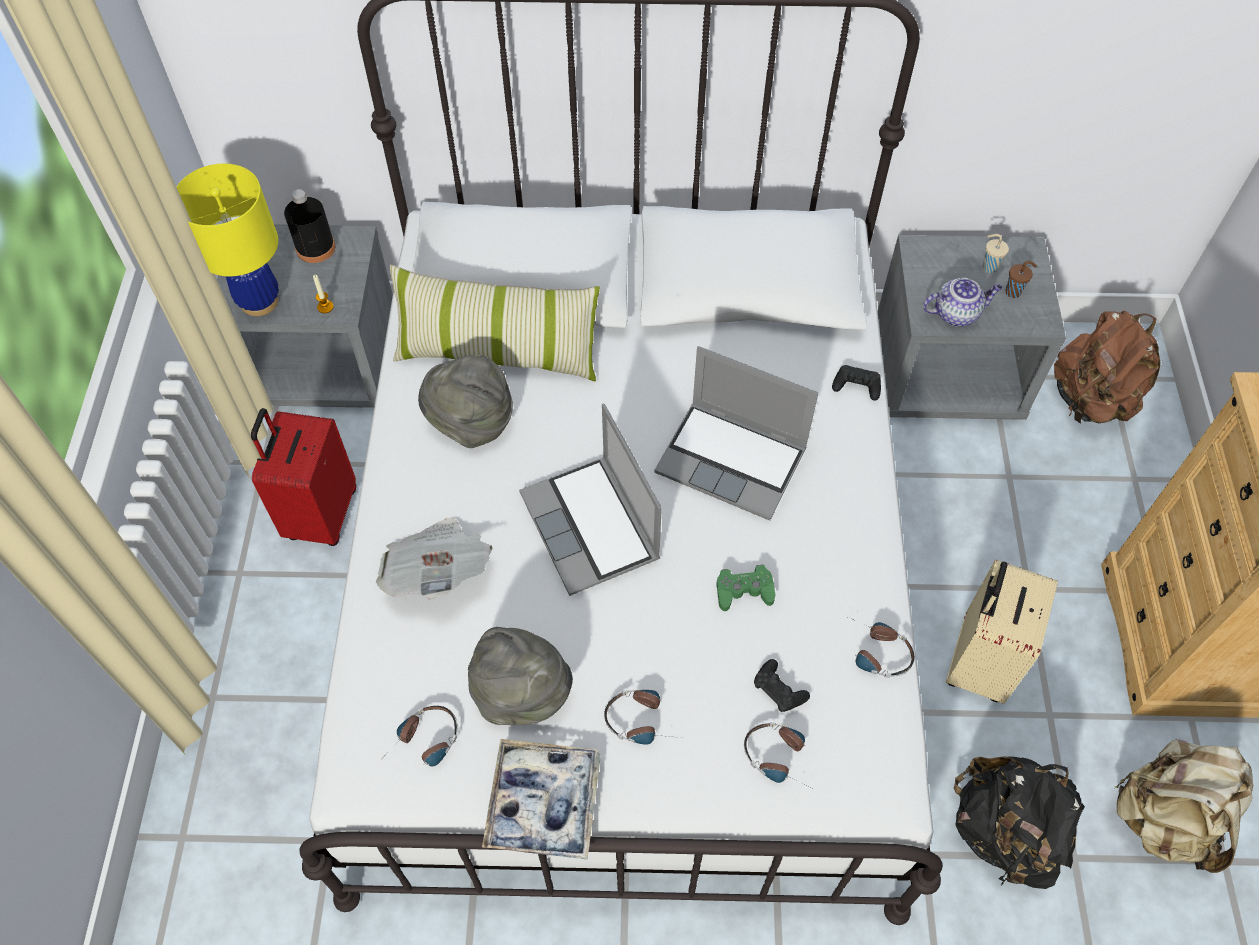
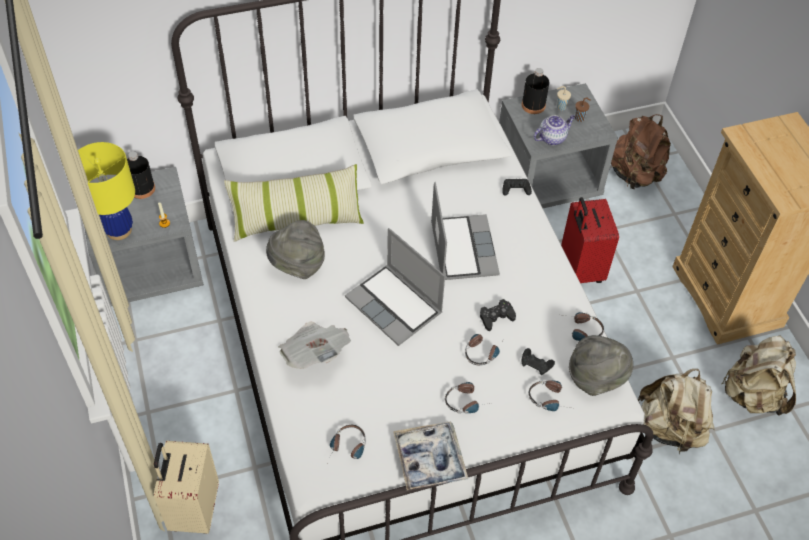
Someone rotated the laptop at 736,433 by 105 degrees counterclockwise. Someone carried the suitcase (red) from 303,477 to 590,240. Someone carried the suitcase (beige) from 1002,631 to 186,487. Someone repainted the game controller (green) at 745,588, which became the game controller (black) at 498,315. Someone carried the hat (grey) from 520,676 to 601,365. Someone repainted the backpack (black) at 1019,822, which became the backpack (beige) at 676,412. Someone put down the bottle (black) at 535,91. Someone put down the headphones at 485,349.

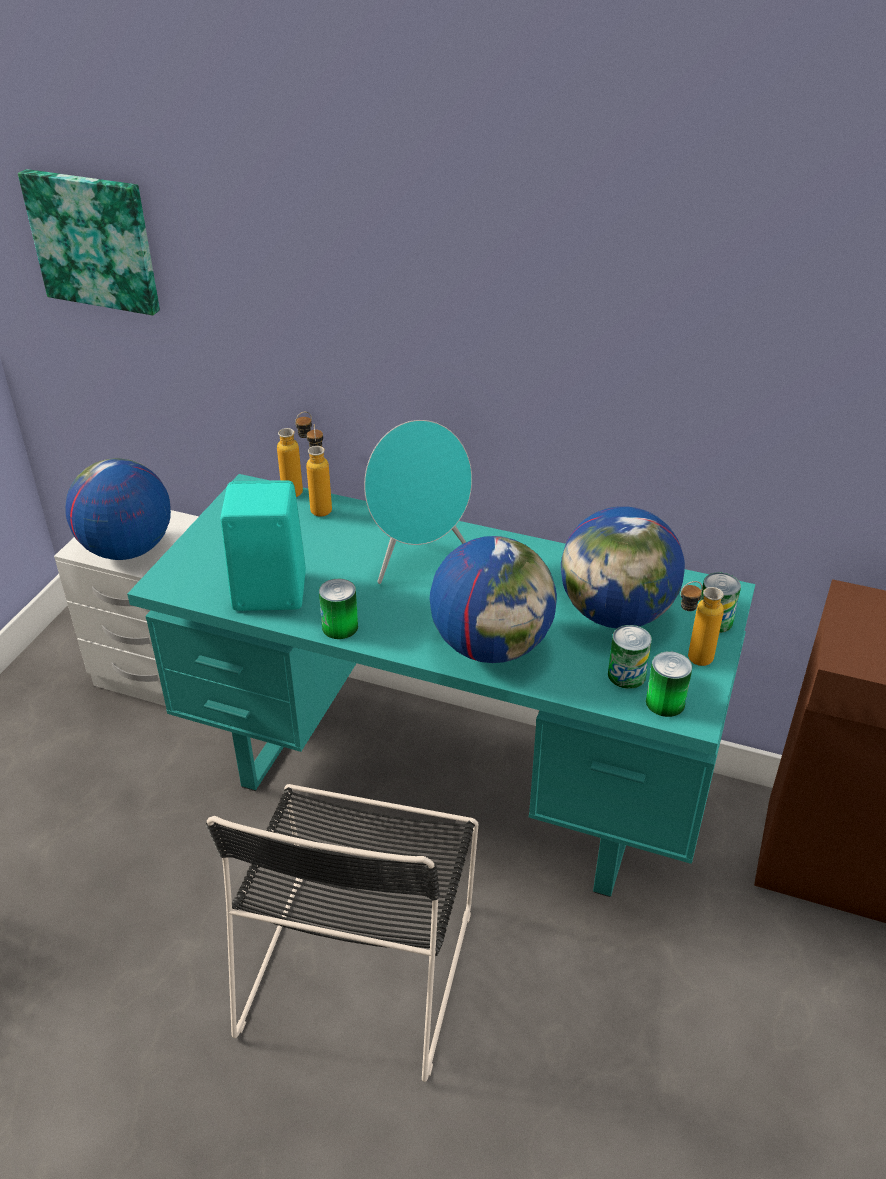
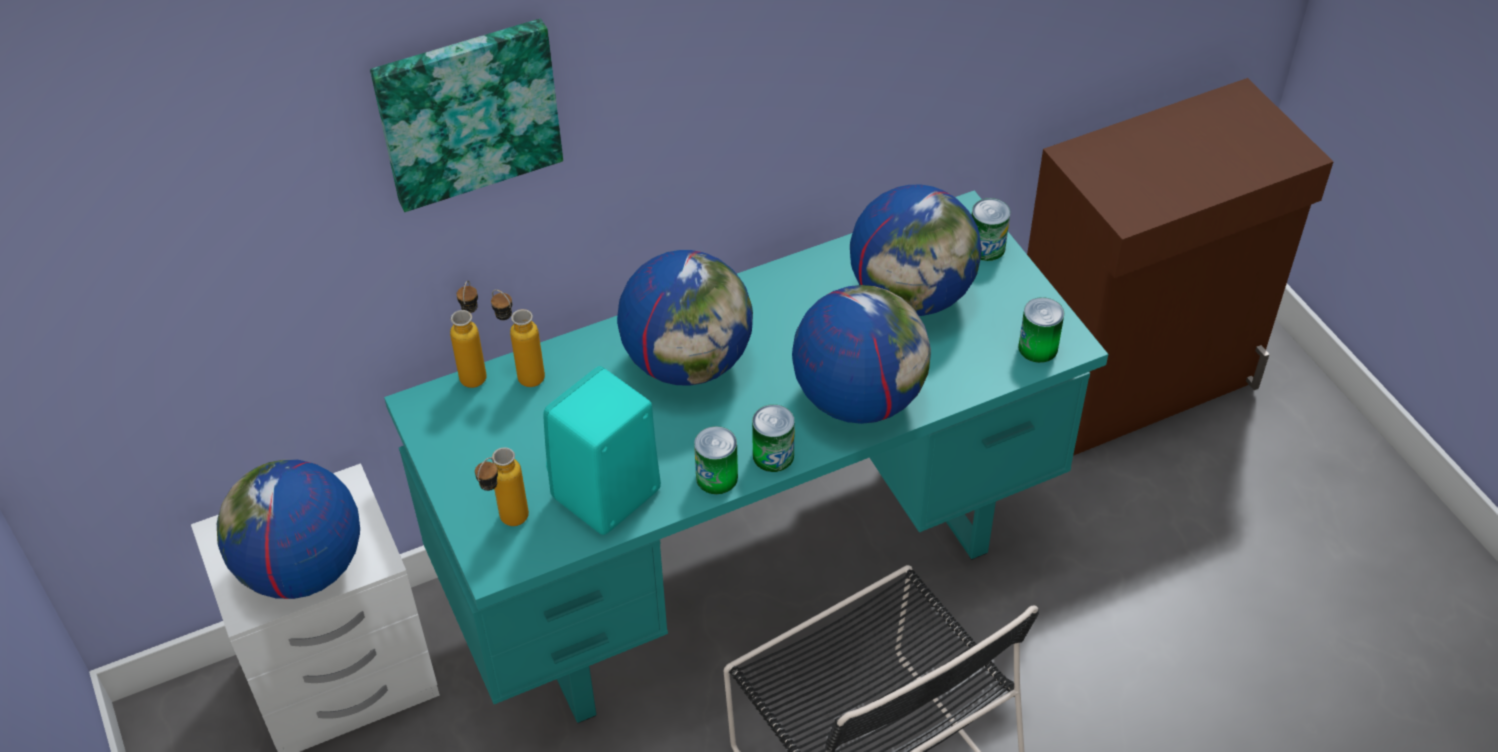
Someone carried the picture from 89,242 to 466,115. Someone swapped the speaker (turquoise) at 418,502 for the globe at 685,318. Someone carried the bottle from 702,623 to 502,486. Someone carried the can from 630,657 to 773,438.

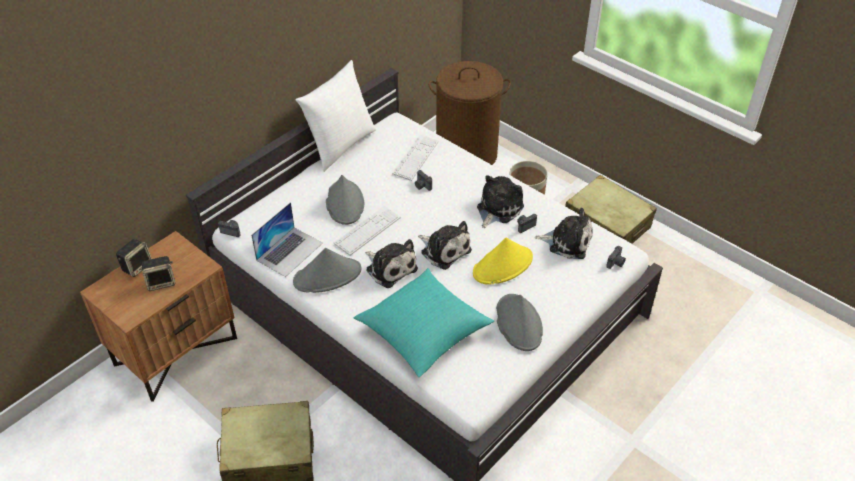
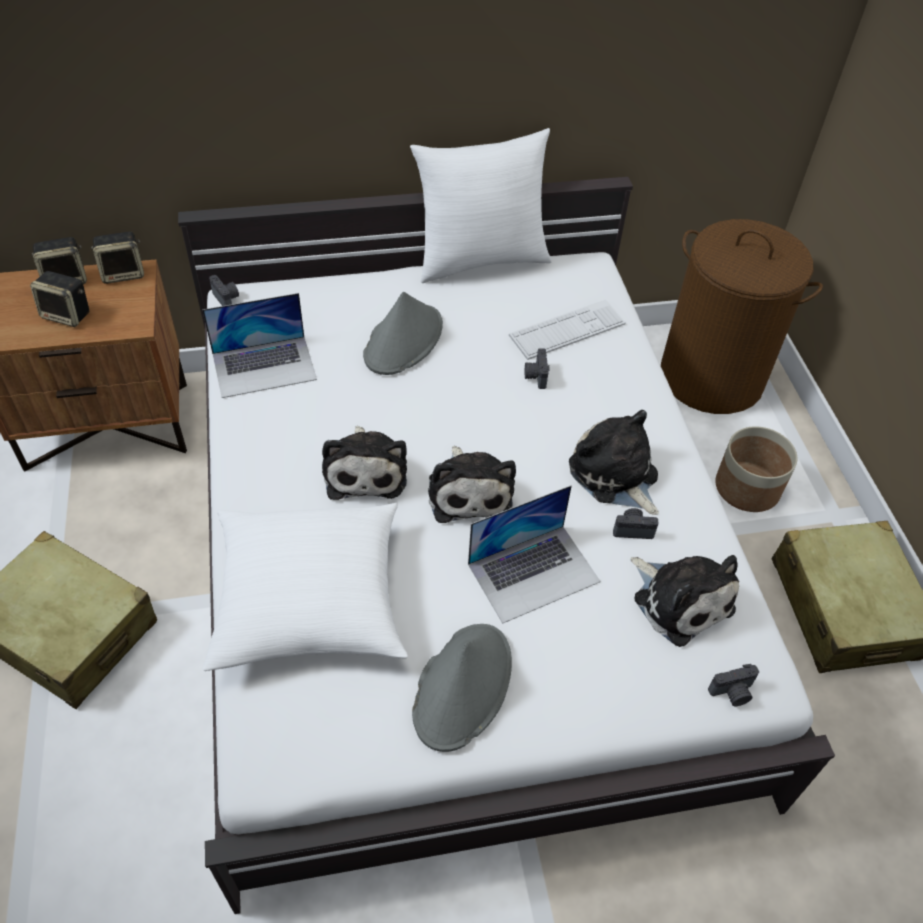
Someone rotated the plush toy at 500,201 by 105 degrees counterclockwise. Someone took away the keyboard at 367,231. Someone swapped the hat (yellow) at 503,261 for the laptop at 534,554. Someone took away the hat (grey) at 327,270. Someone repainted the pillow (turquoise) at 424,322, which became the pillow (white) at 305,587. Someone put down the speaker at 117,258.

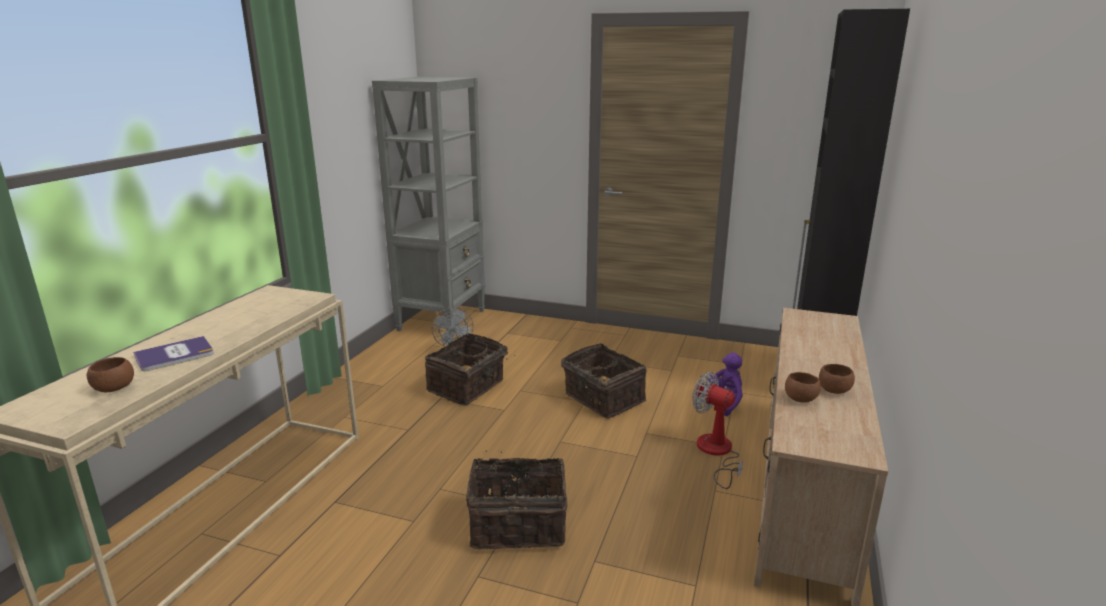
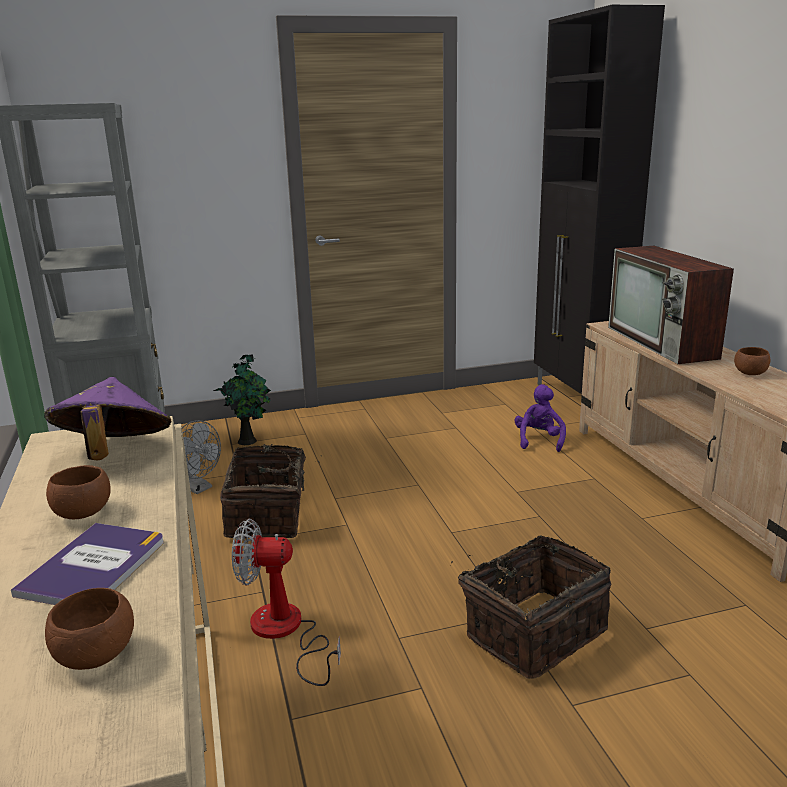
Someone took away the basket at 603,381. Someone carried the fan from 718,430 to 286,602. Someone carried the bowl (brown) from 803,387 to 78,492. Someone put down the television at 671,305. Someone put down the potted plant at 242,399. Someone put down the hat (purple) at 107,418.

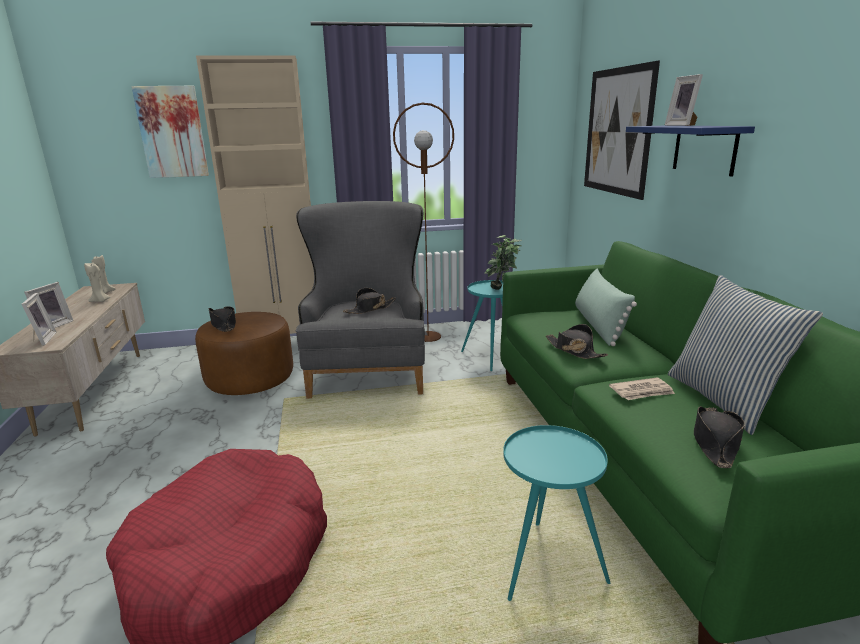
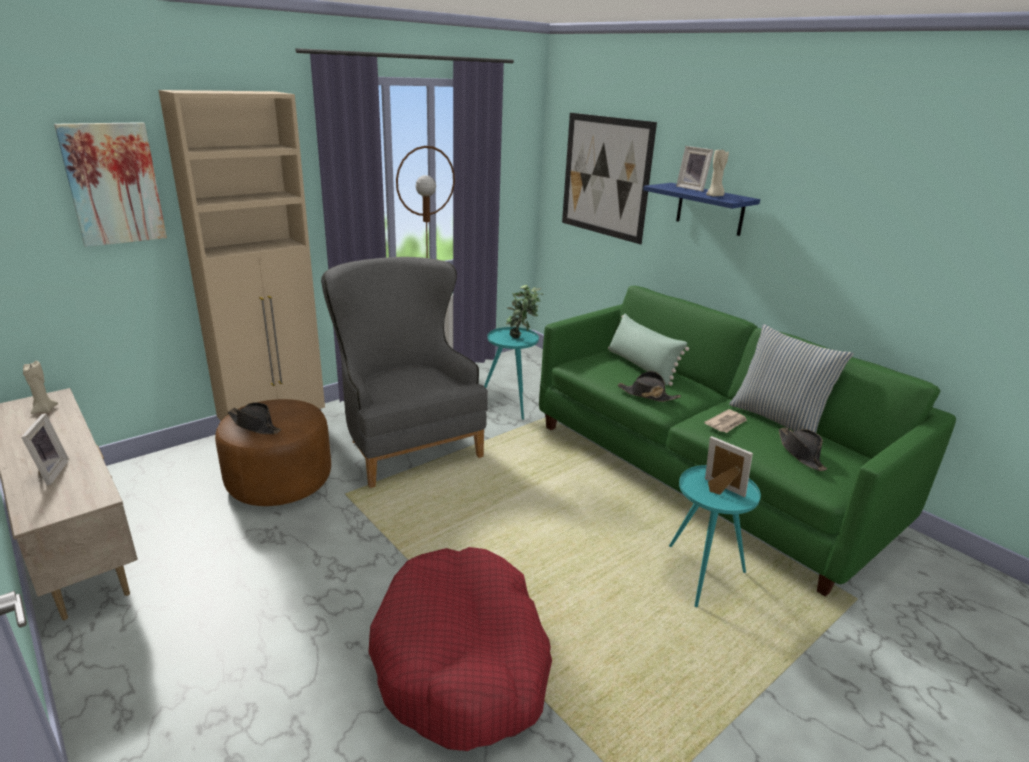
Someone carried the candle (beige) from 97,282 to 717,173. Someone took away the hat (black) at 369,301. Someone carried the picture frame from 39,319 to 729,466.

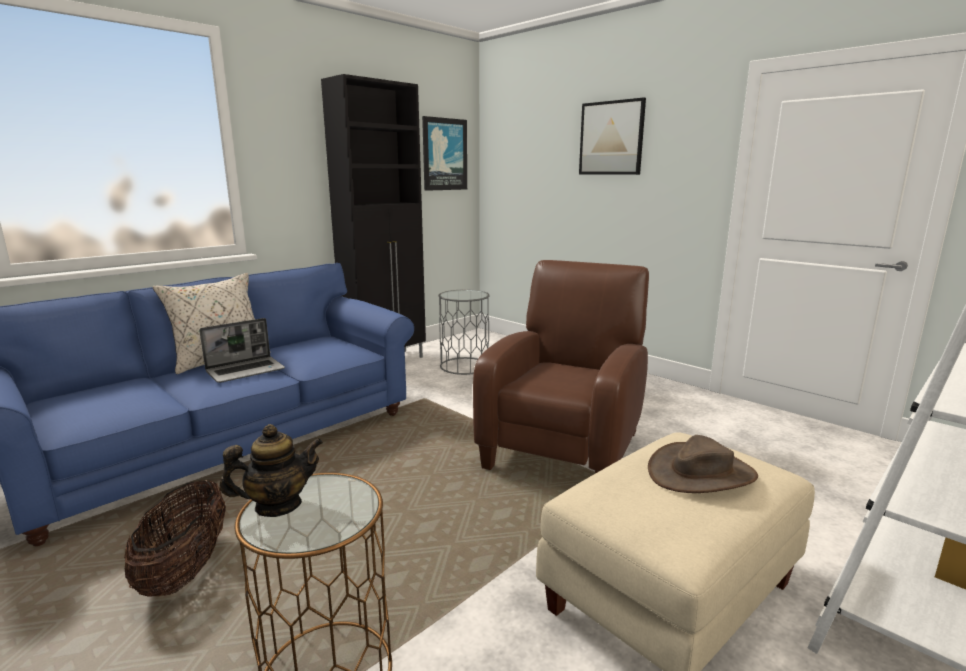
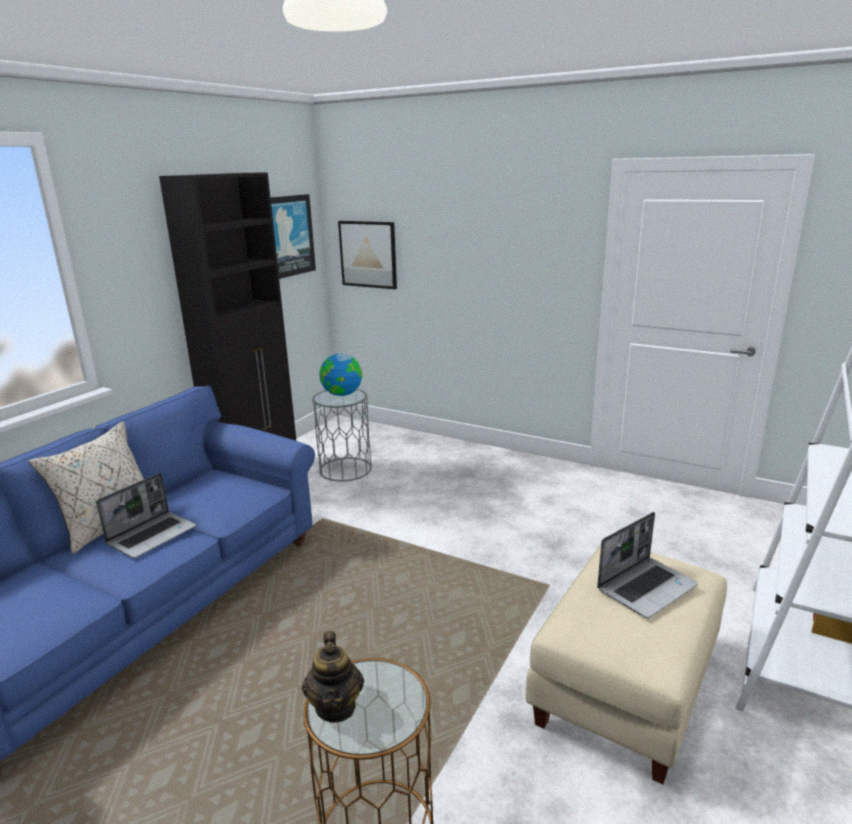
Someone carried the picture from 612,136 to 367,255. Someone took away the armchair (brown) at 561,367. Someone rotated the teapot at 271,470 by 120 degrees clockwise. Someone swapped the hat (brown) at 703,464 for the laptop at 647,565. Someone took away the basket at 175,538. Someone put down the globe at 340,374.

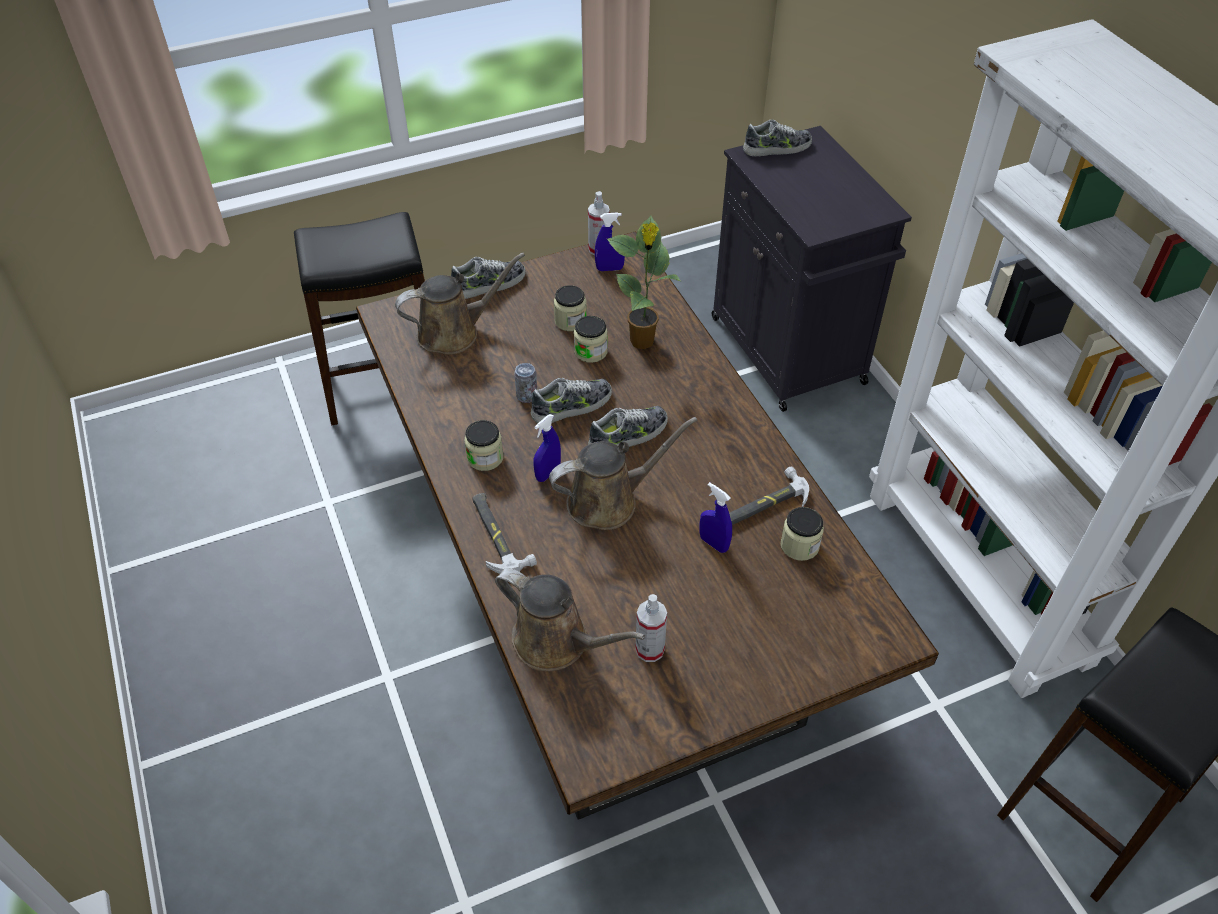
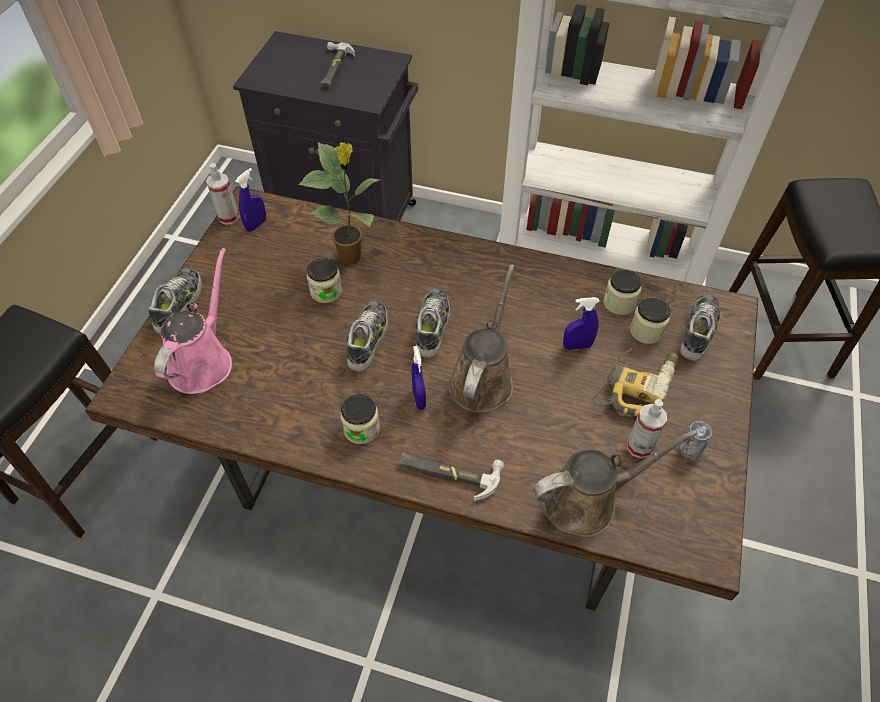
Someone carried the shoe from 777,138 to 700,327. Someone repainted the watering can (brown) at 460,304, which became the watering can (pink) at 193,321. Someone carried the jar from 570,308 to 650,320. Someone carried the can from 525,383 to 695,440. Someone carried the hammer from 769,496 to 338,65. Someone put down the power drill at 636,382.

